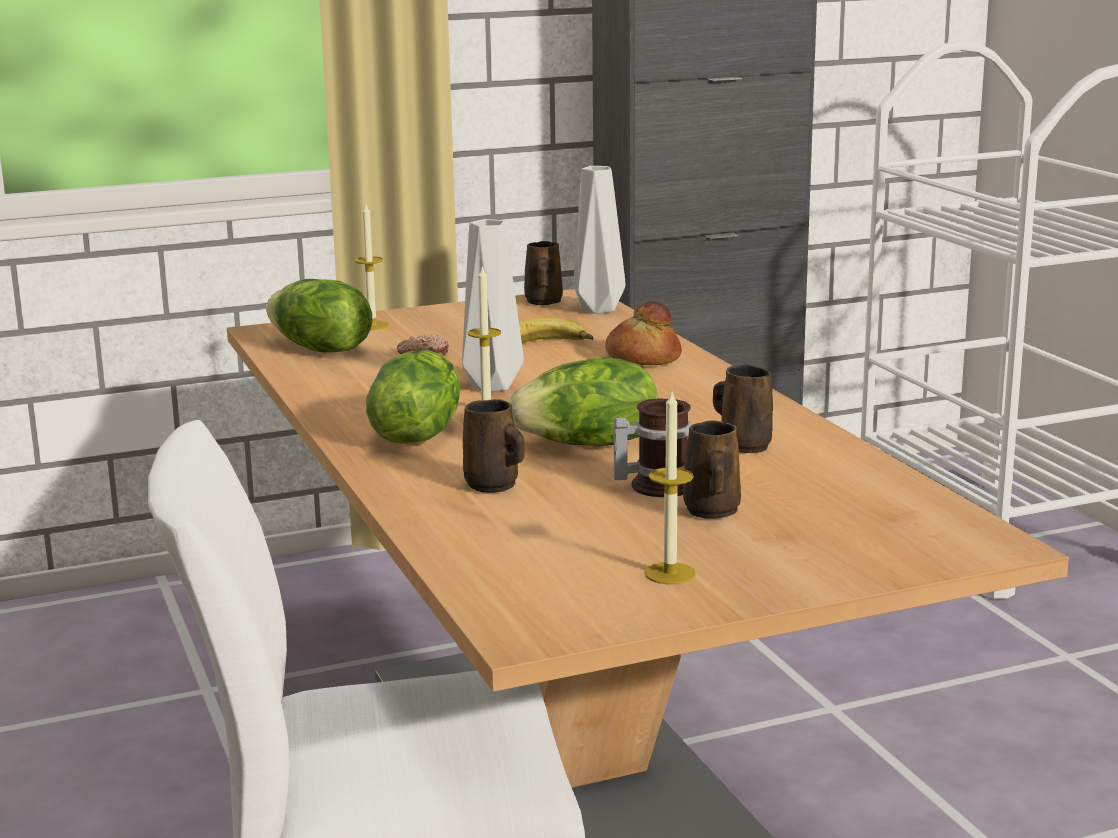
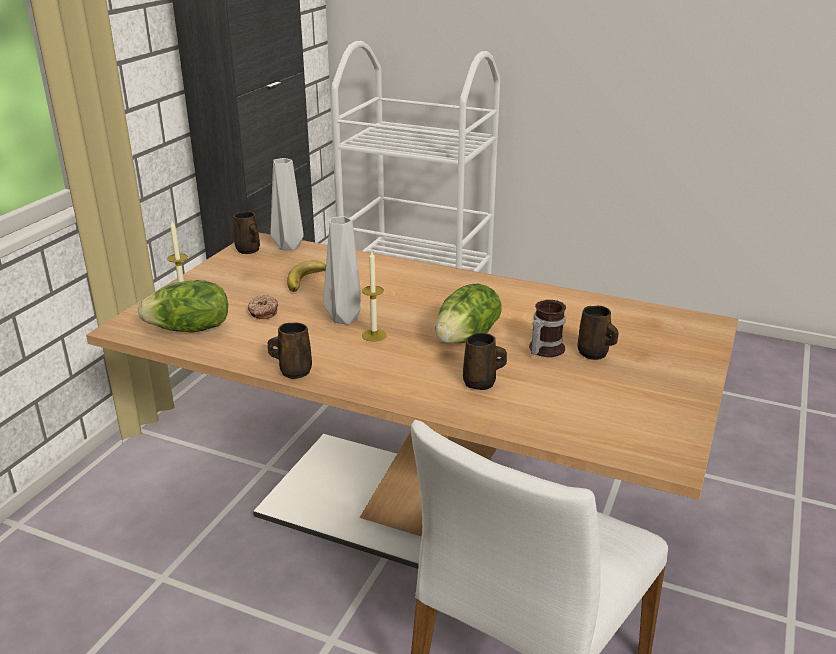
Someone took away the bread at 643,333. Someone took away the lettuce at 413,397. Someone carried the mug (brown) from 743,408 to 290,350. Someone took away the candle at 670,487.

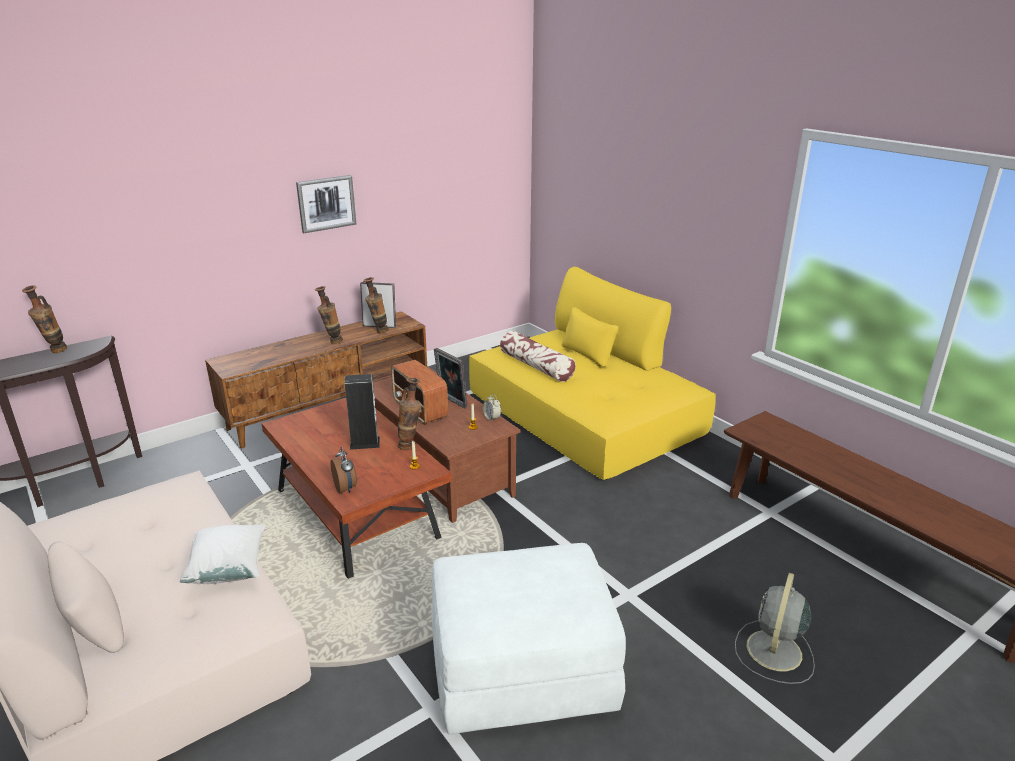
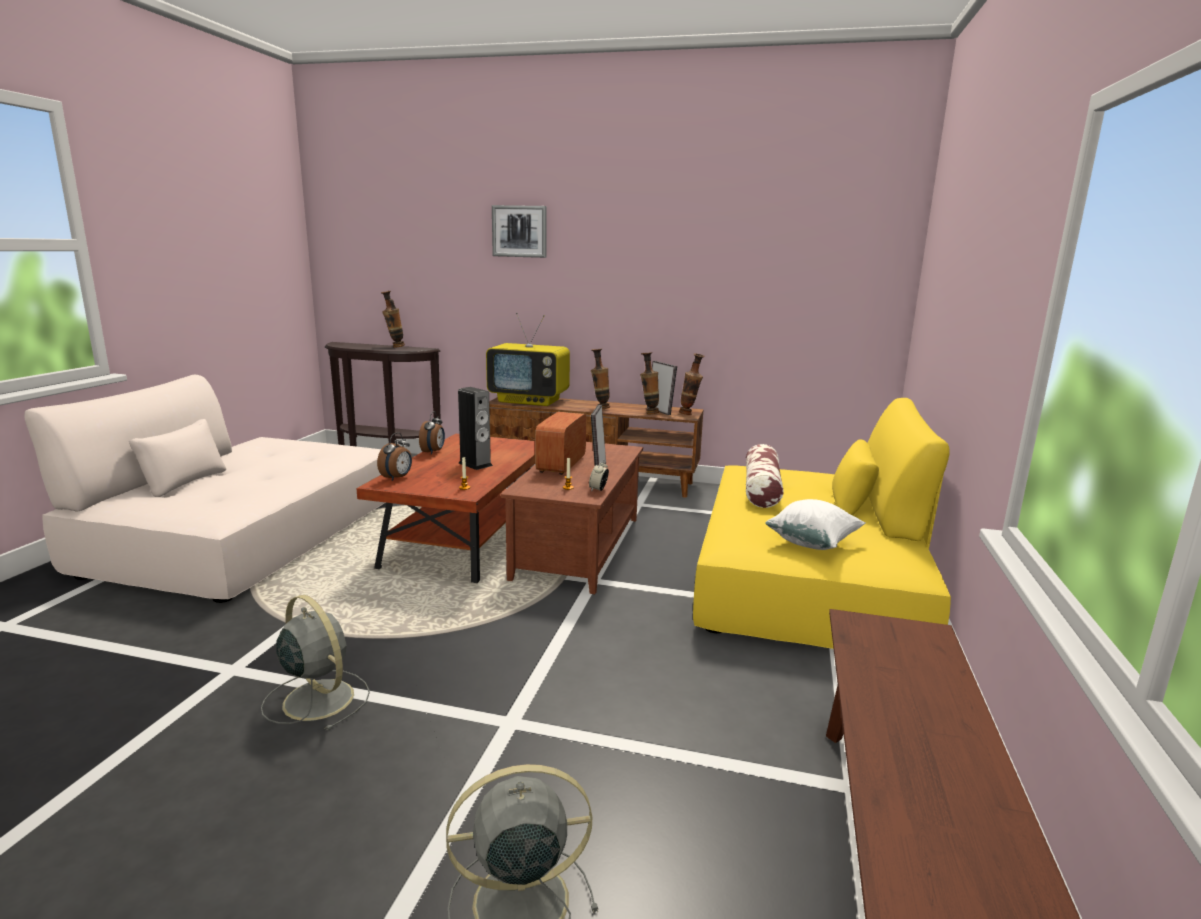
Someone carried the picture from 326,204 to 519,231. Someone carried the vase from 410,413 to 692,384. Someone carried the pillow (white) from 223,554 to 815,524. Someone swapped the ottoman (white) at 528,638 for the fan (grey) at 315,663. Someone put down the television at 528,359. Someone put down the alarm clock at 432,433.

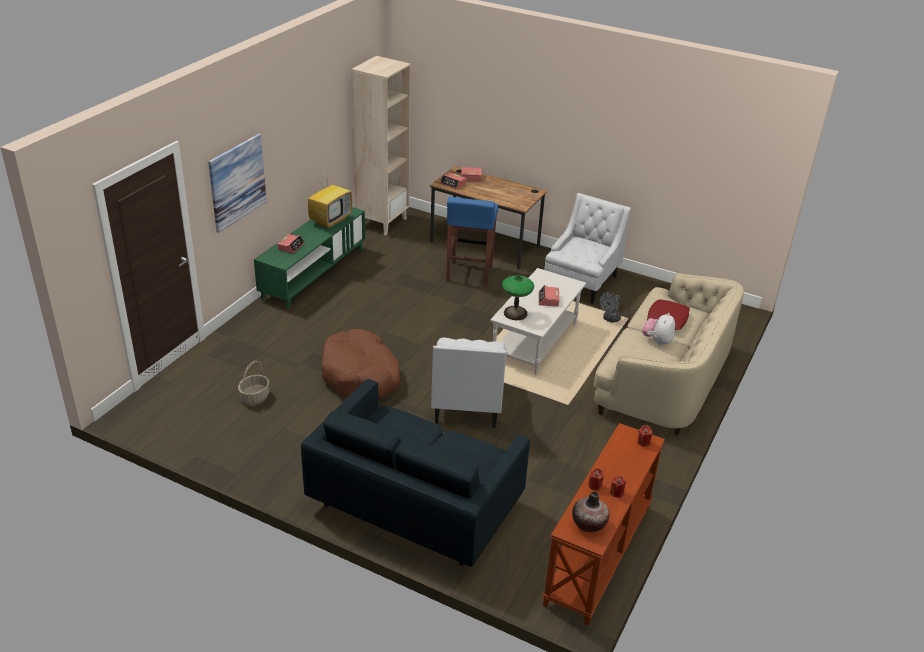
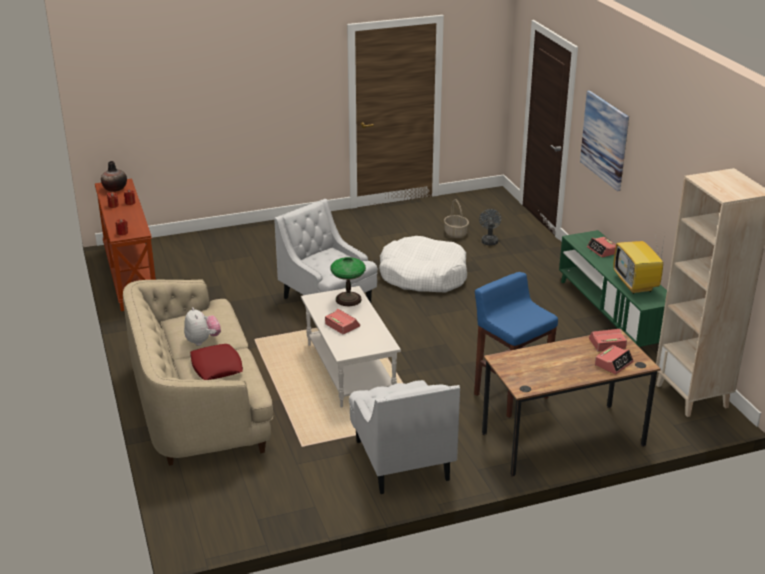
Someone carried the fan (grey) from 610,307 to 490,227. Someone repainted the dog bed (brown) at 361,364, which became the dog bed (white) at 423,264. Someone took away the sofa (blue) at 415,473.

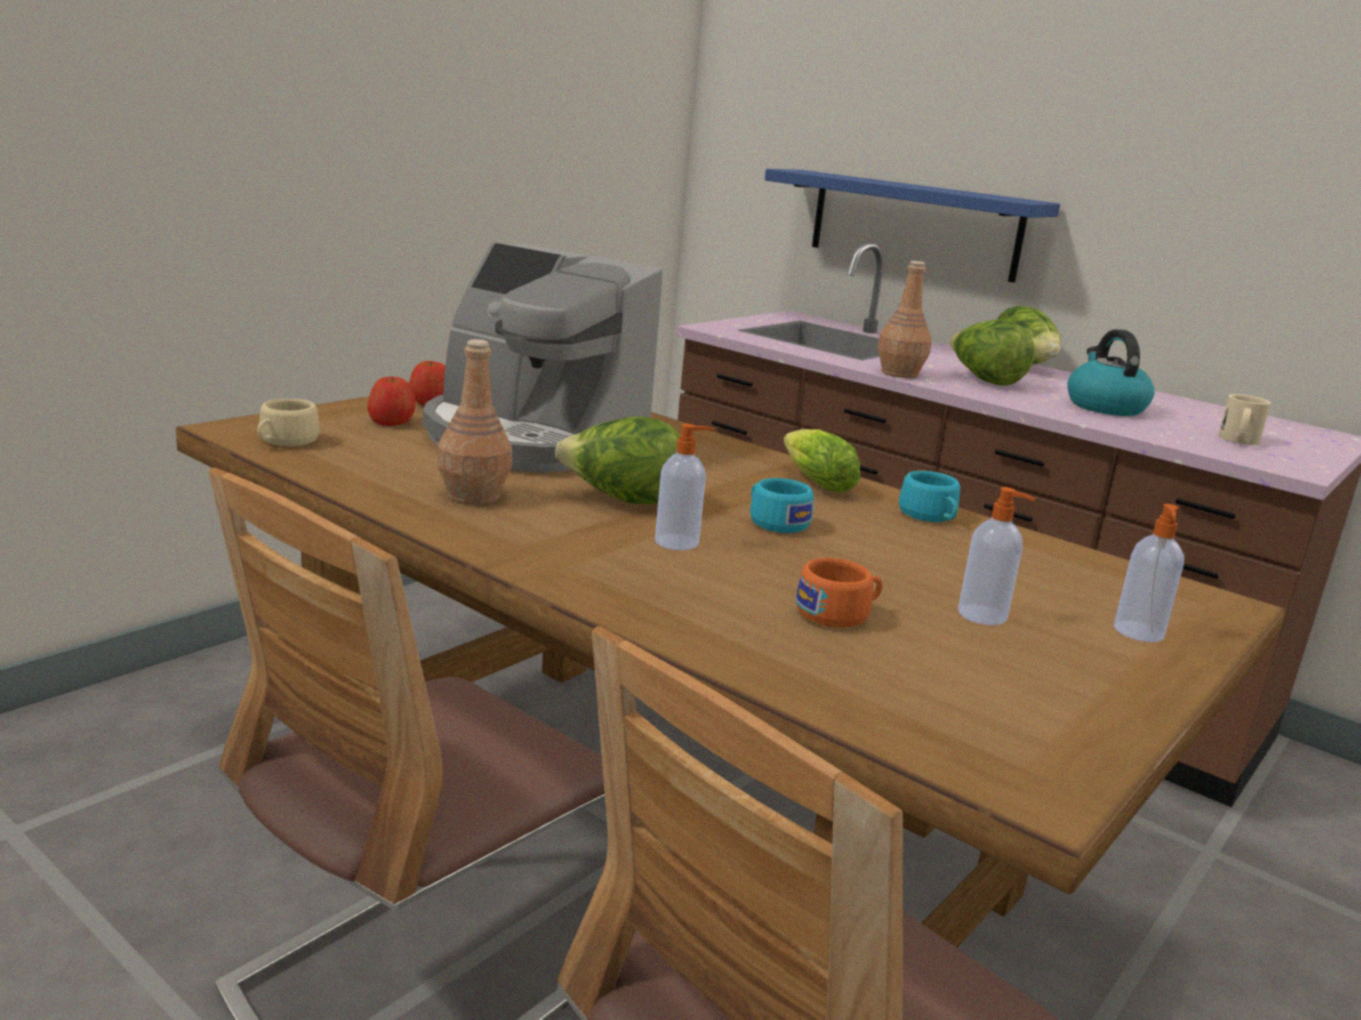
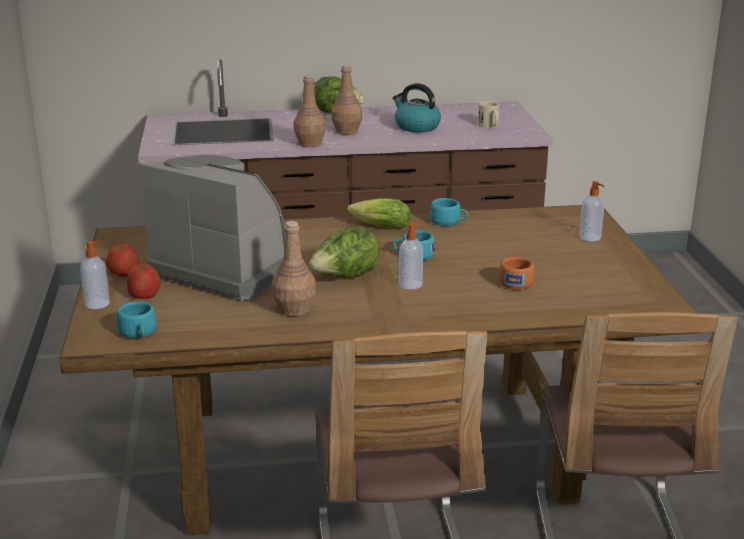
Someone took away the shelf (blue) at 912,226. Someone rotated the coffee machine at 543,358 by 135 degrees counterclockwise. Someone swapped the lettuce at 992,352 for the bottle (brown) at 346,100. Someone repainted the cup (beige) at 288,422, which became the cup (turquoise) at 137,319. Someone carried the soap dispenser from 997,556 to 95,275.

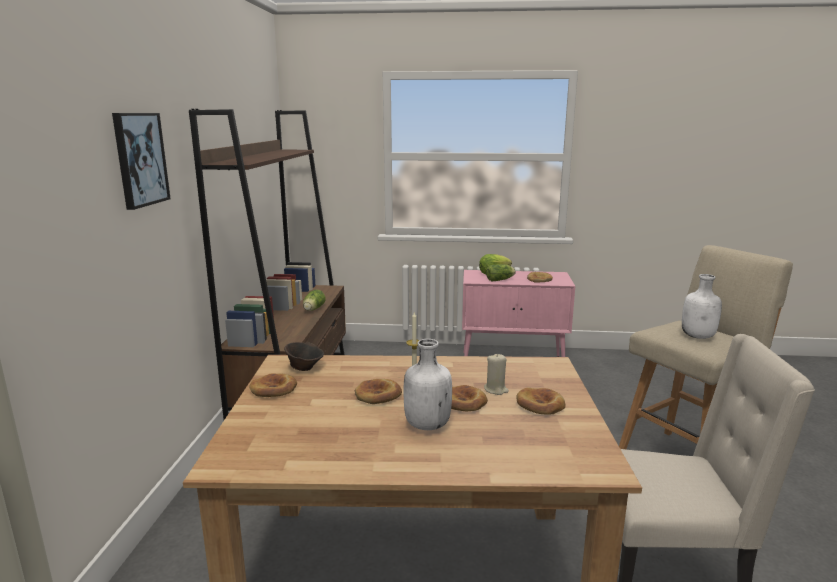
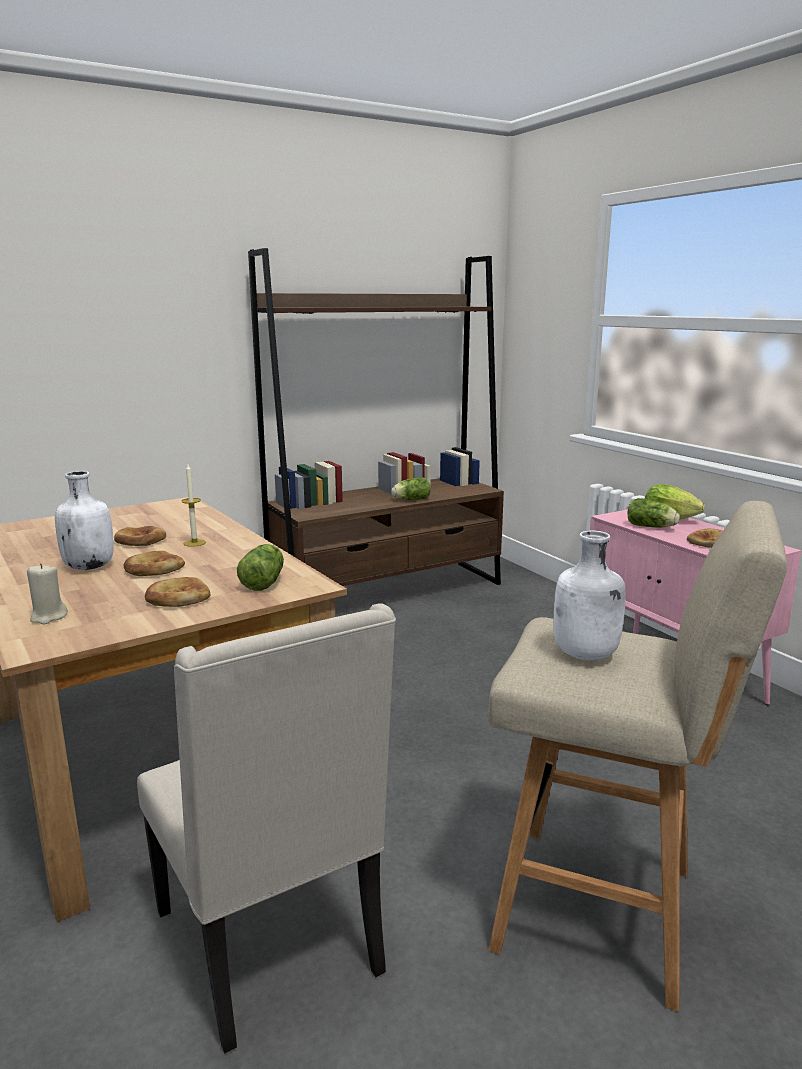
Someone took away the picture at 141,161. Someone took away the bowl (brown) at 304,356. Someone carried the candle (beige) from 496,374 to 47,593. Someone took away the bread at 273,385. Someone put down the lettuce at 260,567.

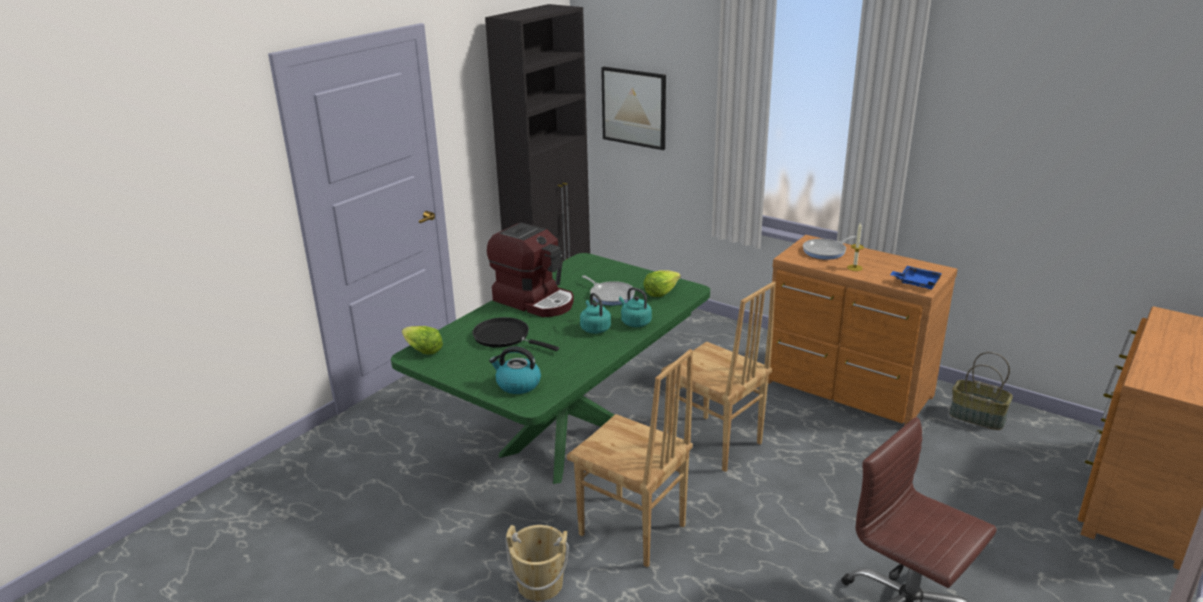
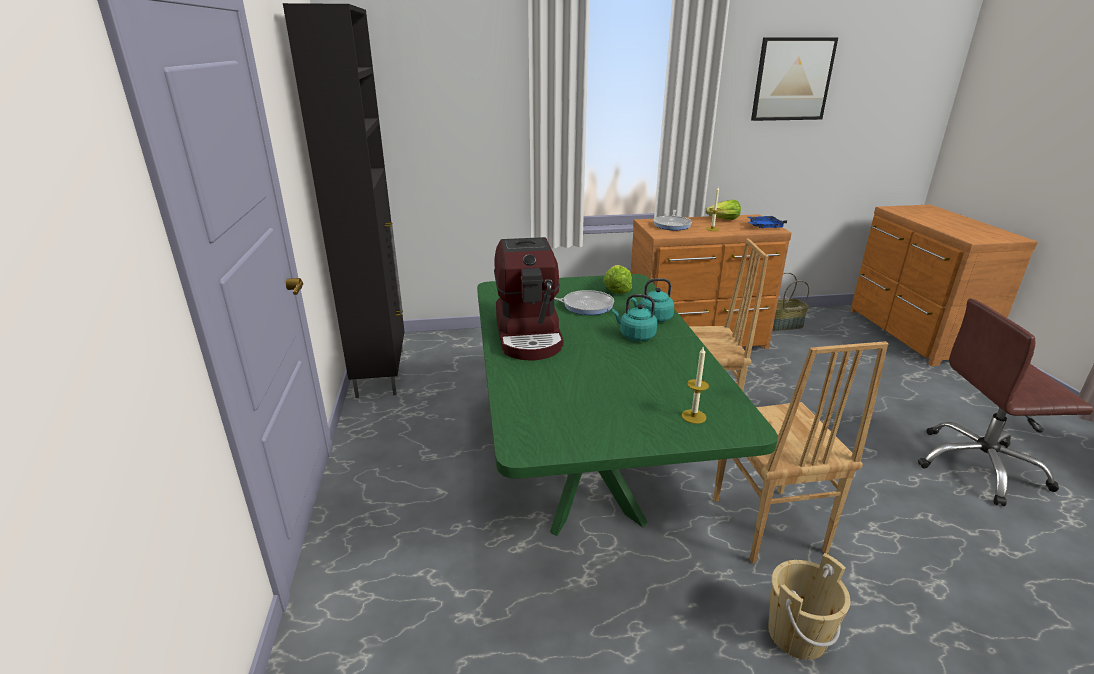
Someone carried the picture from 633,108 to 794,79. Someone rotated the coffee machine at 530,269 by 90 degrees clockwise. Someone took away the frying pan (black) at 515,334. Someone carried the lettuce from 422,340 to 723,210. Someone swapped the kettle at 515,370 for the candle at 695,385. Someone rotated the chair (brown) at 630,458 by 90 degrees clockwise.

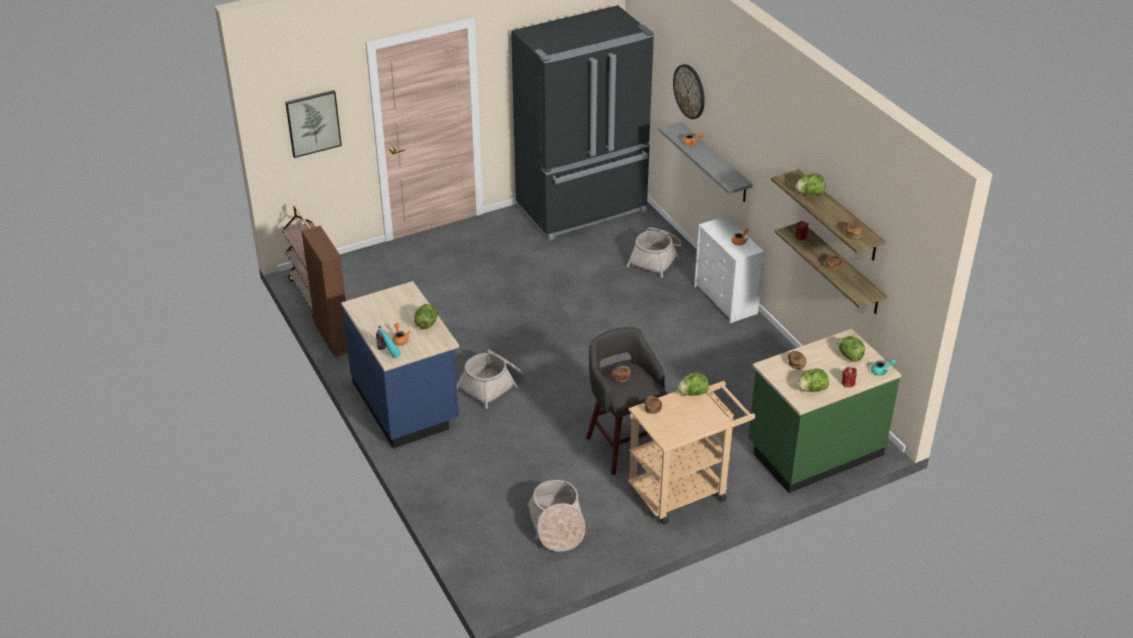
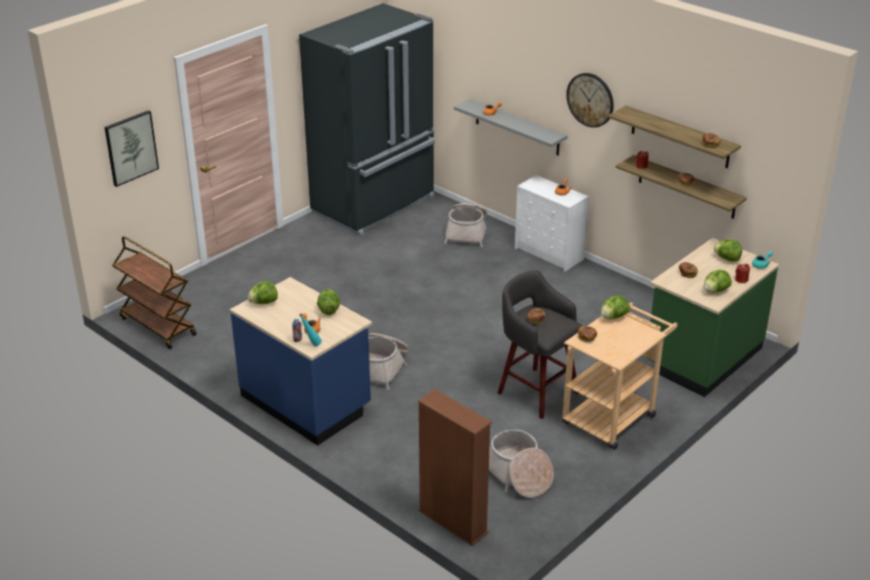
Someone carried the wall clock from 689,91 to 590,100. Someone carried the lettuce from 811,184 to 263,292. Someone carried the bookcase (brown) from 324,291 to 455,467.

